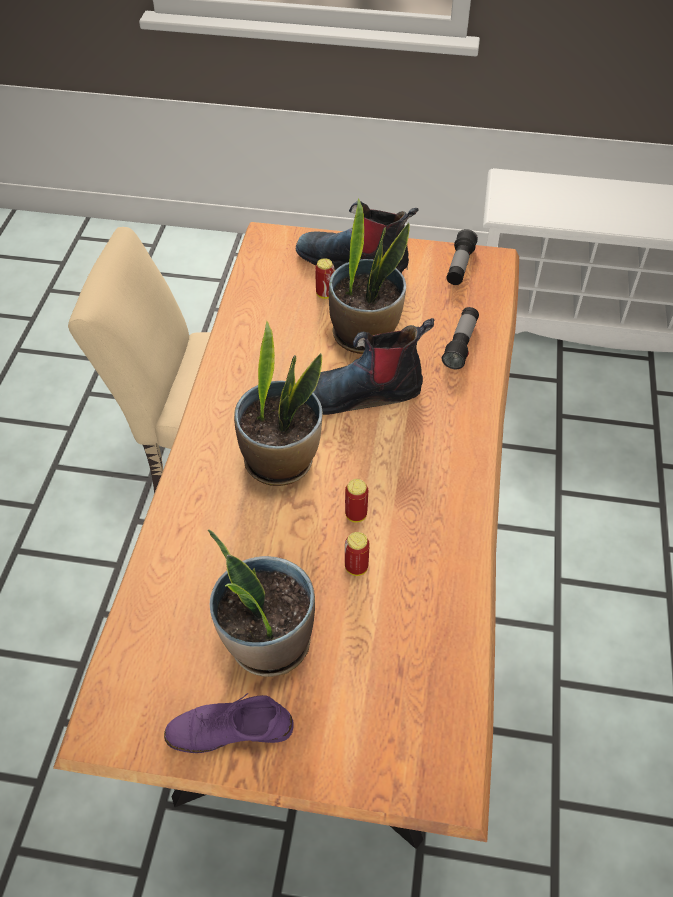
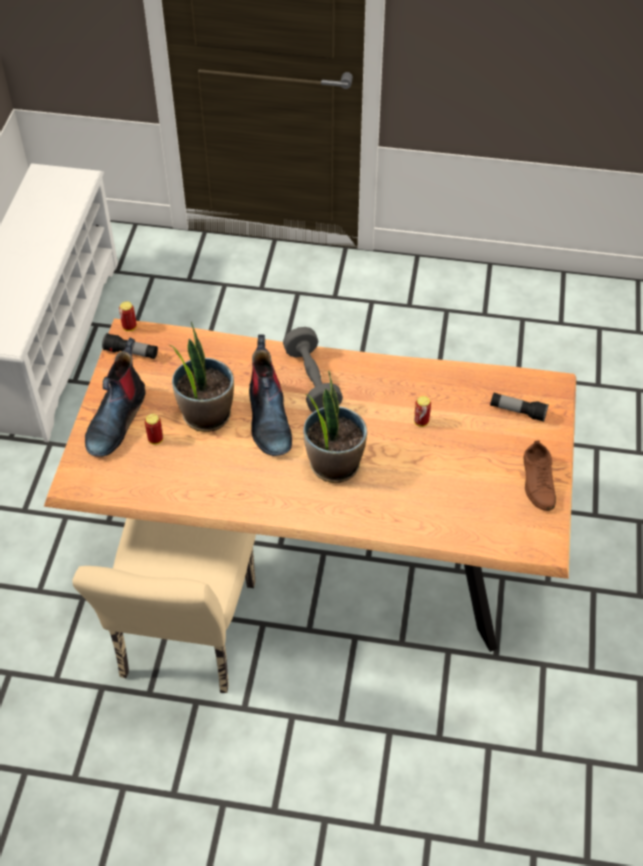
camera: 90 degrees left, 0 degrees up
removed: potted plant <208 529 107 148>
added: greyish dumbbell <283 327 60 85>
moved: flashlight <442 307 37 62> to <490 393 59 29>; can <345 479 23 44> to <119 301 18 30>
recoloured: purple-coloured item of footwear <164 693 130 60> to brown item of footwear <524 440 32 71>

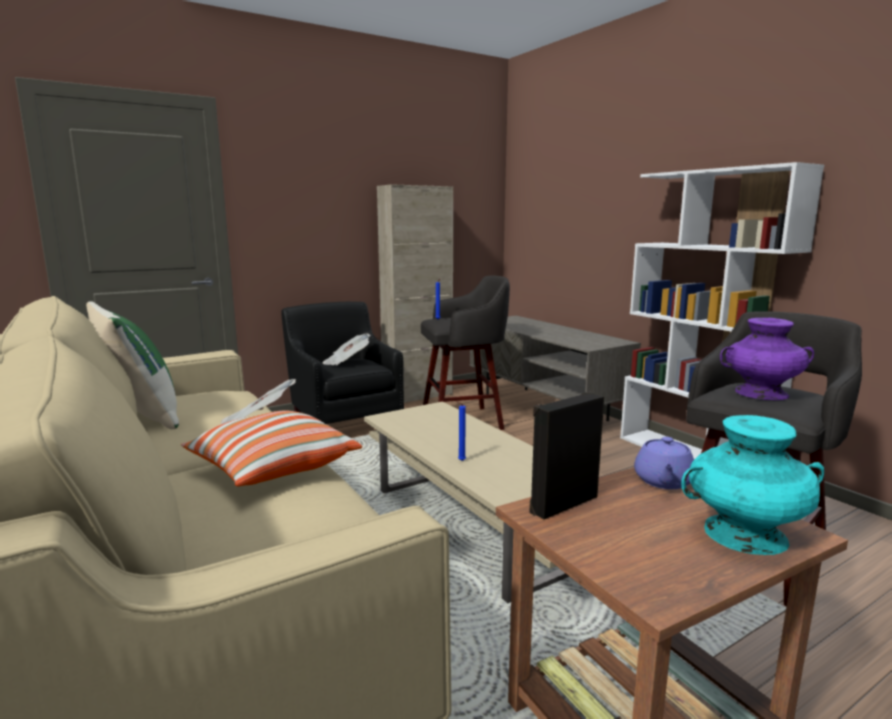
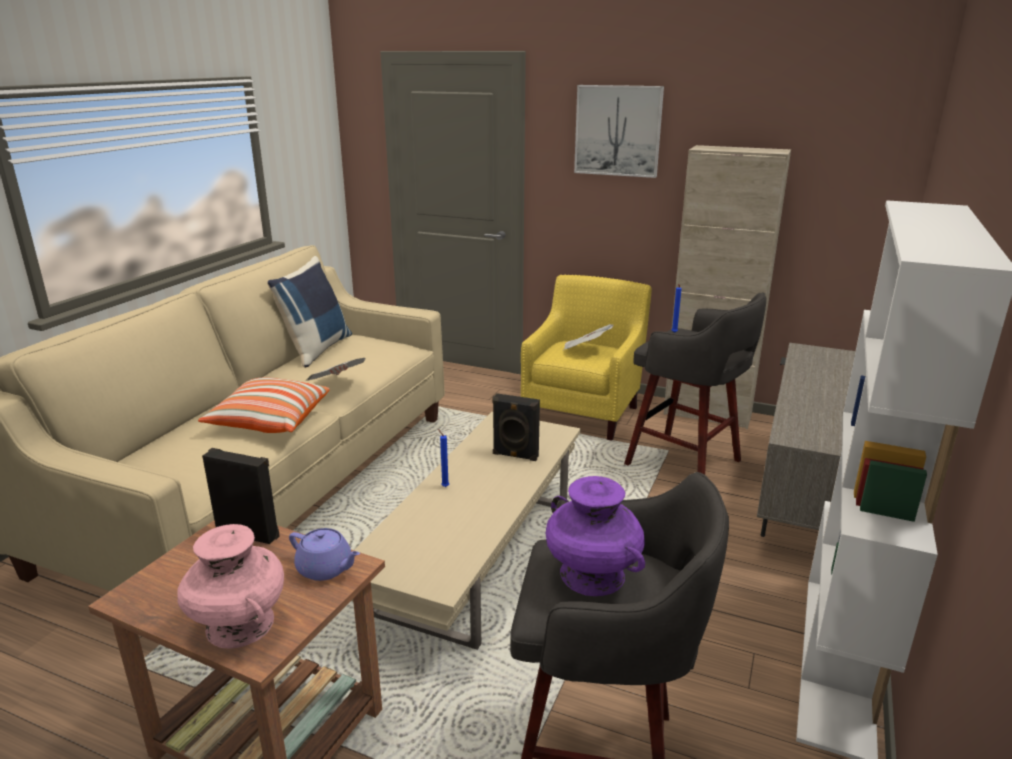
camera: 55 degrees right, 10 degrees up
added: picture <574 85 90 93>; black speaker <492 393 48 68>
recoloured: greenish pillow <86 301 93 128> to blue-coloured pillow <267 256 85 112>; black easy chair <281 302 123 122> to yellowish easy chair <521 275 131 166>; blue-green vase <681 415 143 140> to pink vase <177 524 107 125>
turned: purple-coloured teapot <634 437 60 52> = <289 528 71 53> 135 degrees counterclockwise

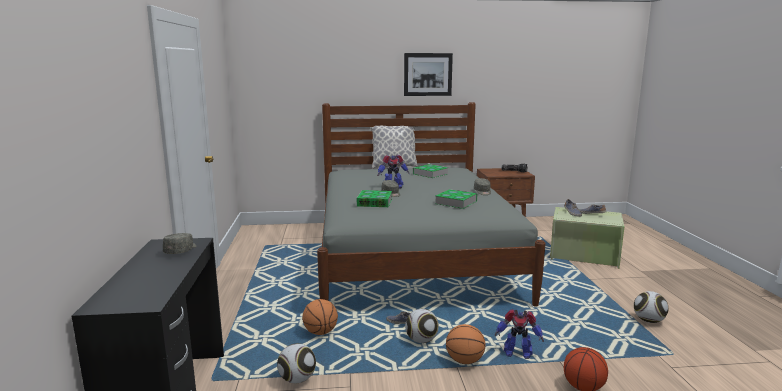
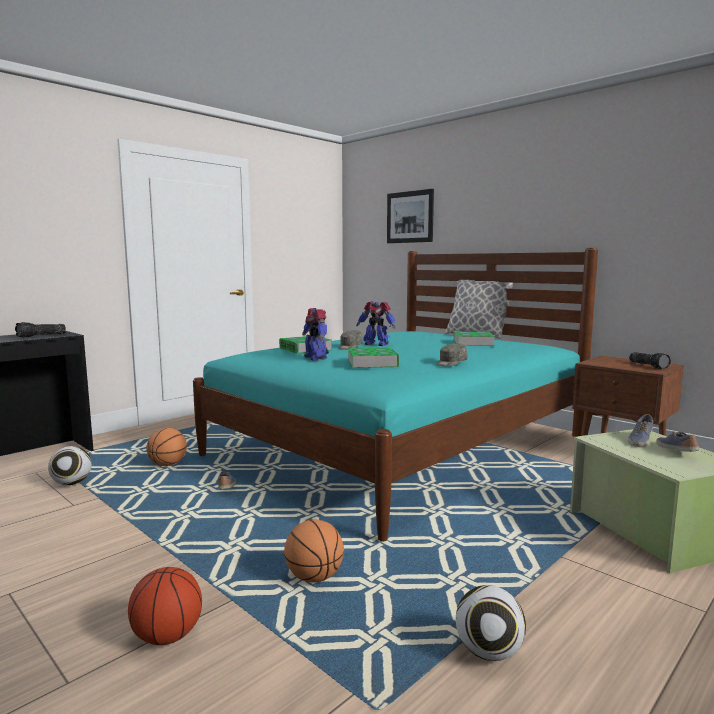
camera: 50 degrees right, 5 degrees down
removed: ball for football <405 309 34 34>
moved: picture <404 53 49 43> to <387 189 47 54>; robot figure <495 309 49 50> to <302 308 27 53>; basketball <446 324 39 40> to <284 520 60 62>
replaced: greyish peaked cap <163 233 33 21> to flashlight <15 322 51 16>
recoloured: greyish sleeping bed <317 102 229 205> to blue-green sleeping bed <193 248 405 294>

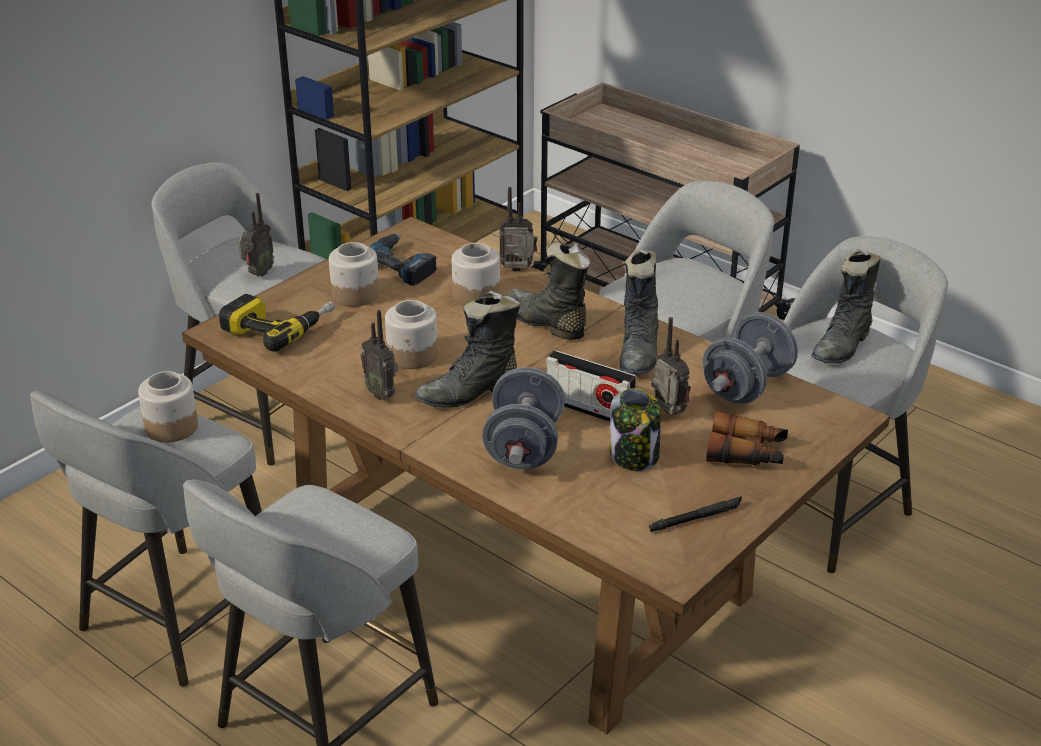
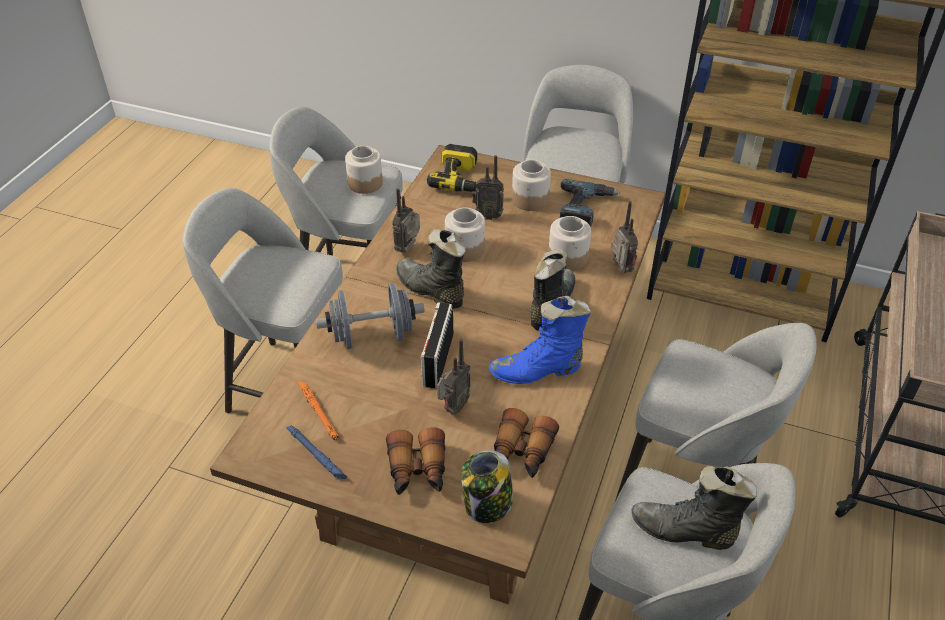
camera: 70 degrees right, 10 degrees up
added: orangey flashlight <298 382 41 58>
moved: radio <238 193 36 83> to <472 155 32 65>; jar <610 388 51 83> to <461 450 52 73>
replaced: greyish dumbbell <702 312 96 92> to binoculars <494 408 65 70>
recoloured: black tall boot <619 250 40 124> to blue-coloured tall boot <489 296 102 88>; black flashlight <649 496 93 36> to blue-coloured flashlight <287 425 60 54>

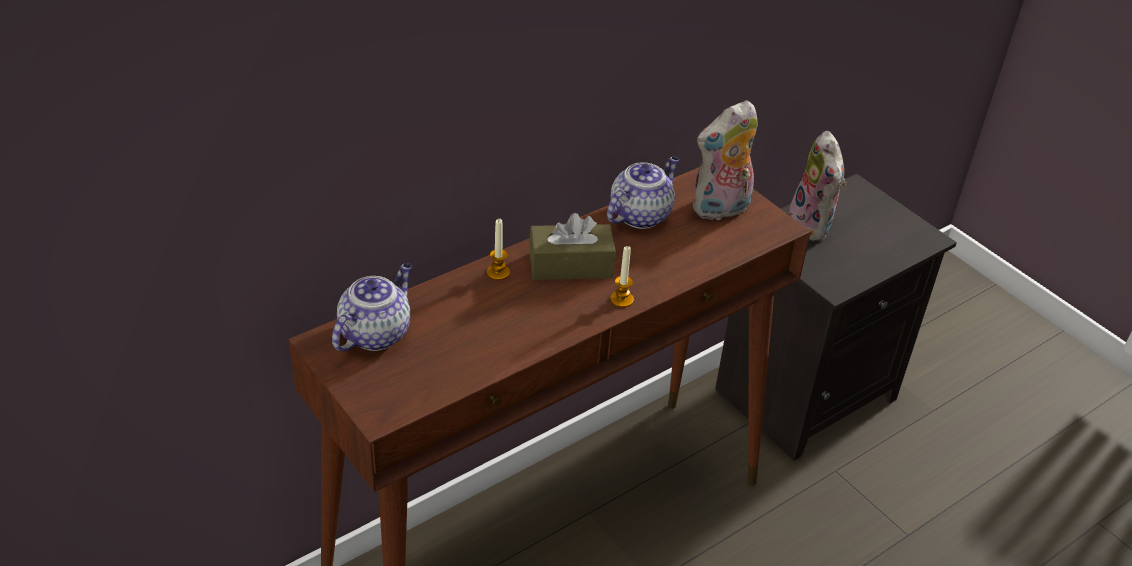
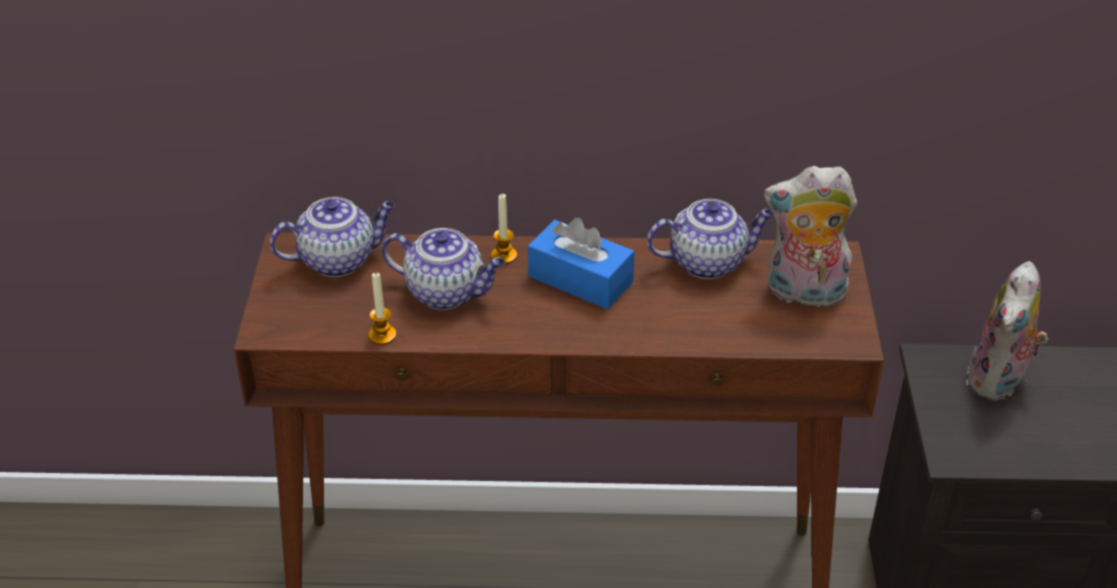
camera: 40 degrees right, 0 degrees up
added: teapot <382 228 123 82>
moved: wax candle <610 246 24 62> to <368 272 28 73>
recoloured: brown tissue holder <529 213 87 67> to blue-coloured tissue holder <528 218 107 91>

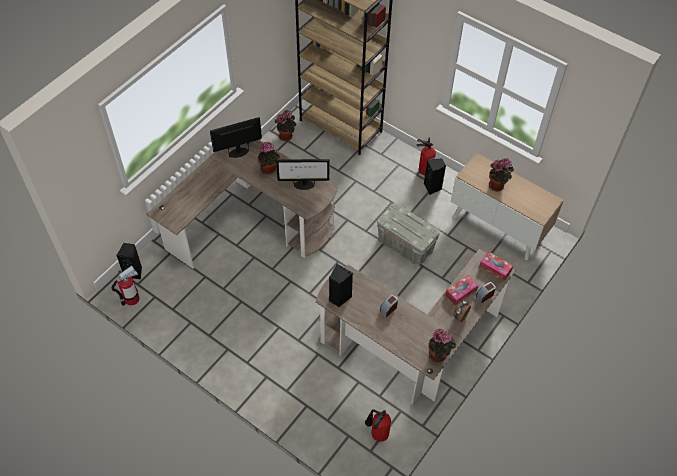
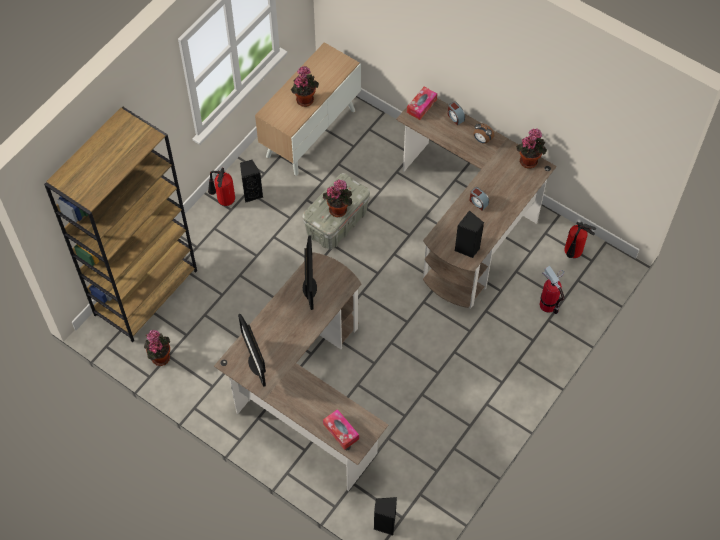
camera: 90 degrees left, 5 degrees up
moved: potted plant <258 142 22 33> to <323 180 29 37>; fire-fighting cylinder <111 266 28 40> to <539 266 26 48>; tissue holder <445 275 34 31> to <323 409 36 41>

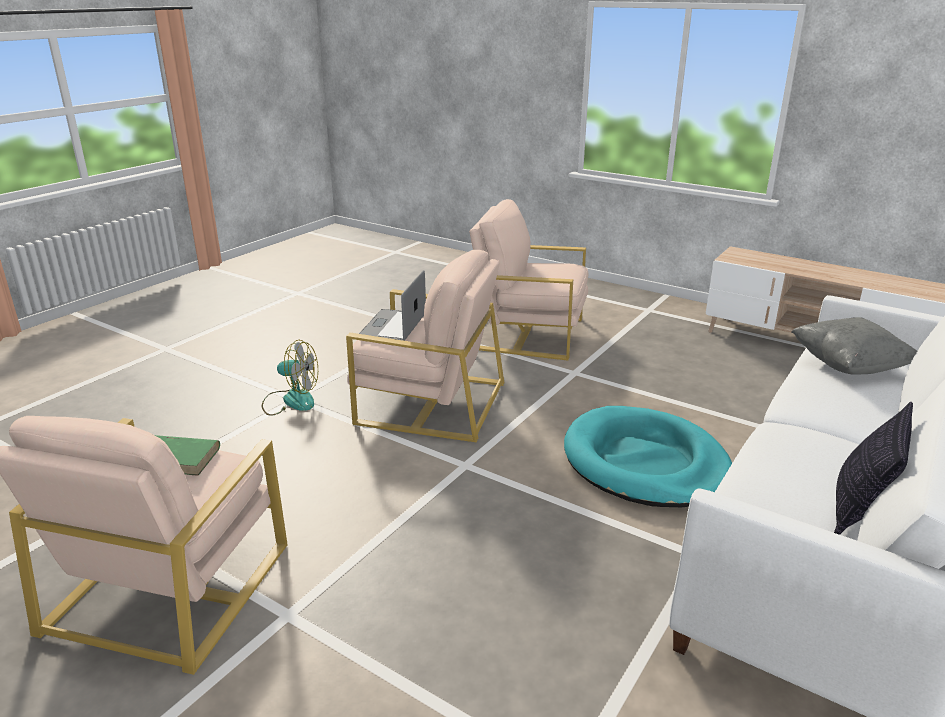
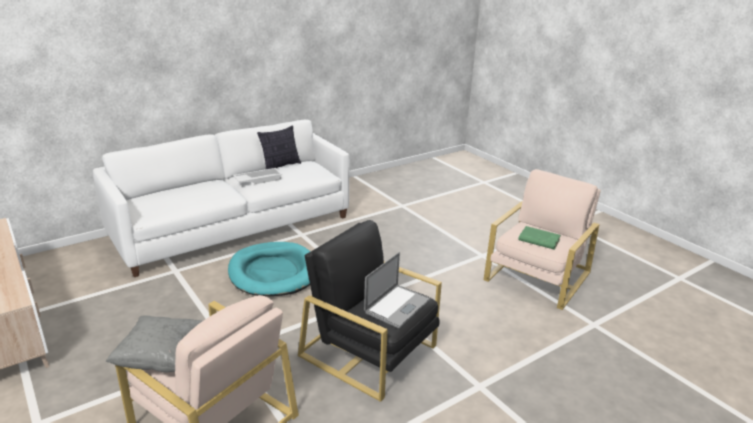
camera: 160 degrees left, 0 degrees up
removed: fan <262 340 56 76>
added: white-coloured serving tray <233 168 49 16>
moved: greyish pillow <791 317 126 58> to <106 316 98 56>
recoloured: beige-coloured easy chair <346 250 159 192> to black easy chair <298 220 144 182>

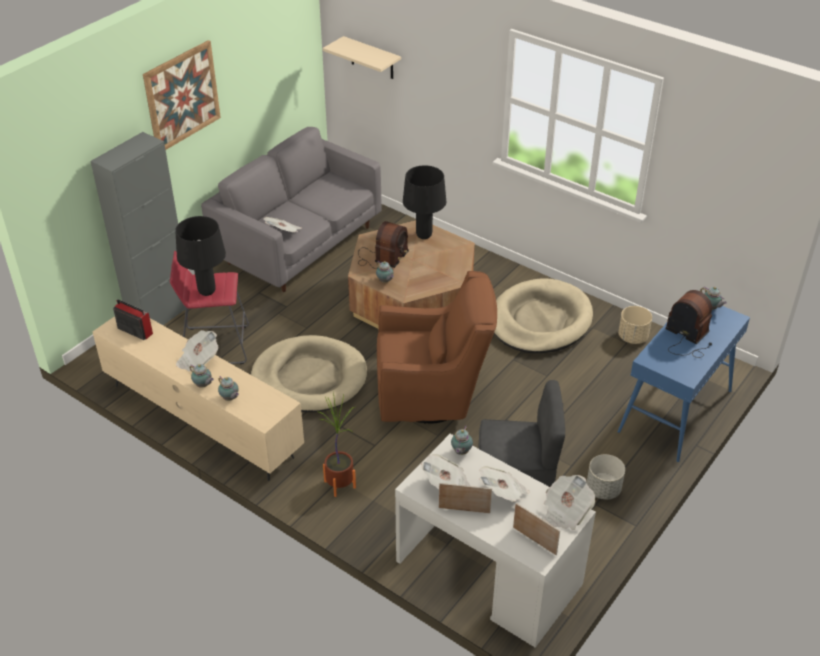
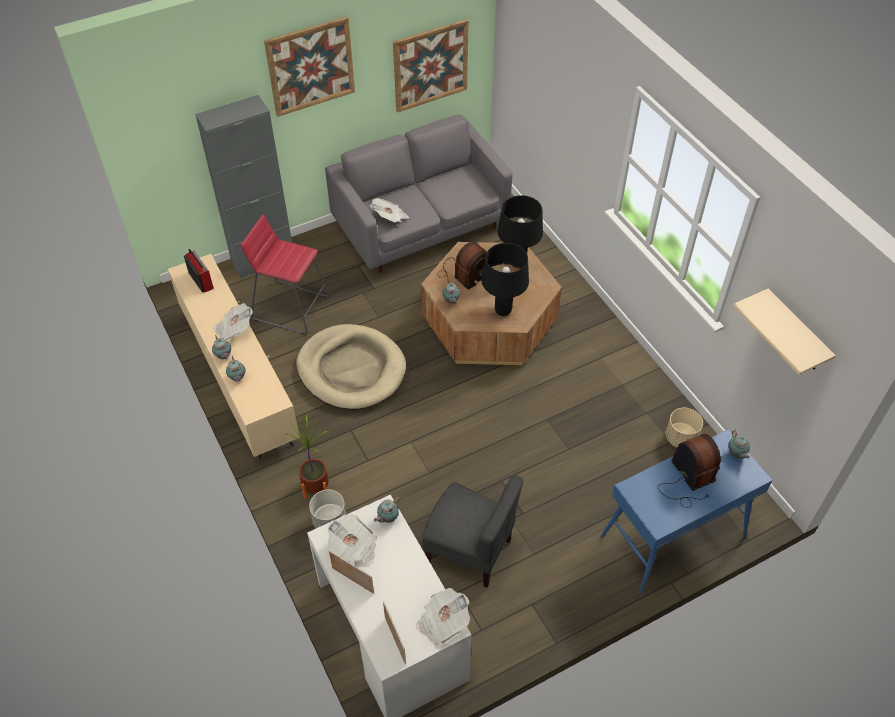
camera: 25 degrees right, 10 degrees up
removed: brown easy chair <377 271 120 153>; beige-coloured dog bed <494 278 99 75>; daily paper <479 466 51 36>
added: picture <393 19 76 93>
moved: beige-coloured bracket shelf <323 36 78 43> to <733 289 103 86>; black tabletop lamp <175 216 51 80> to <482 243 47 73>; greyish planter <587 454 38 46> to <309 490 37 38>

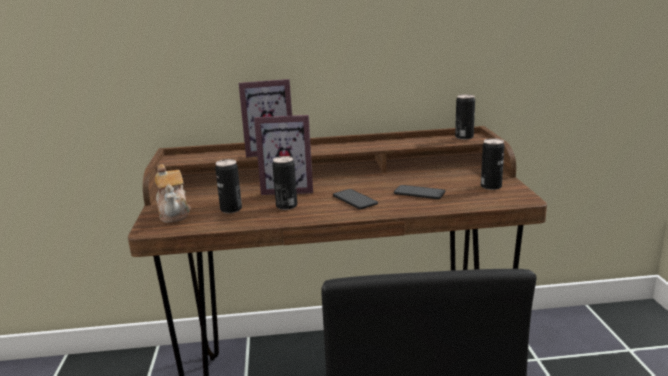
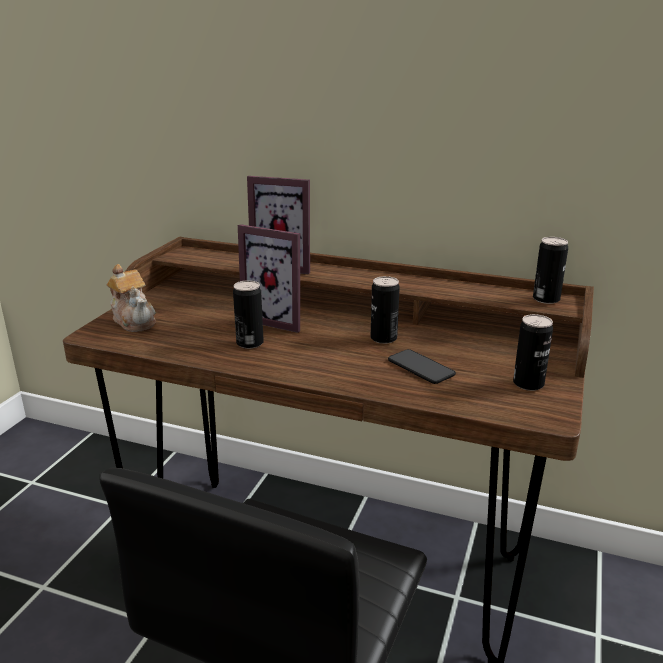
camera: 25 degrees right, 5 degrees up
removed: telephone <333 189 45 20>
moved: can <215 159 27 54> to <371 276 29 68>
turned: teapot <155 164 36 59> = <107 264 49 68> 45 degrees counterclockwise

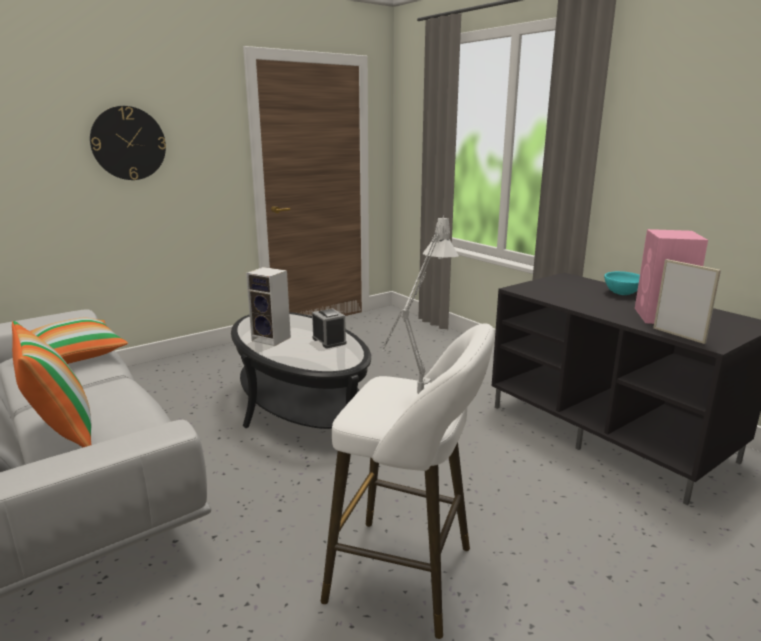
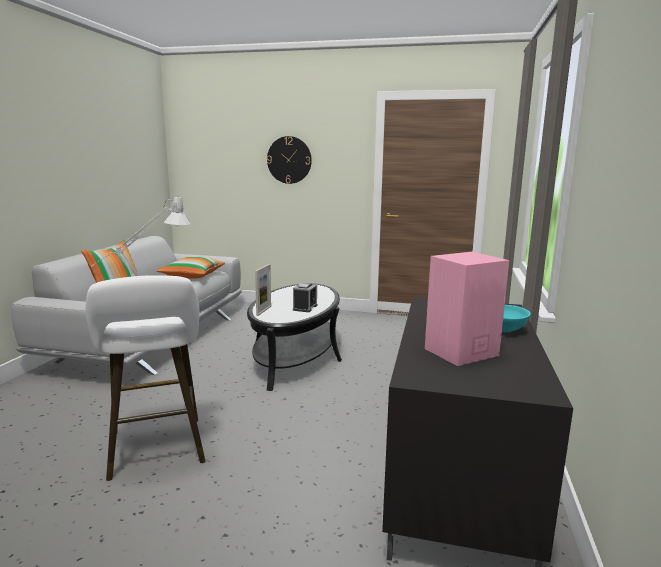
camera: 50 degrees right, 5 degrees down
removed: speaker <246 267 45 79>
moved: standing frame <653 259 68 85> to <255 264 16 52>

